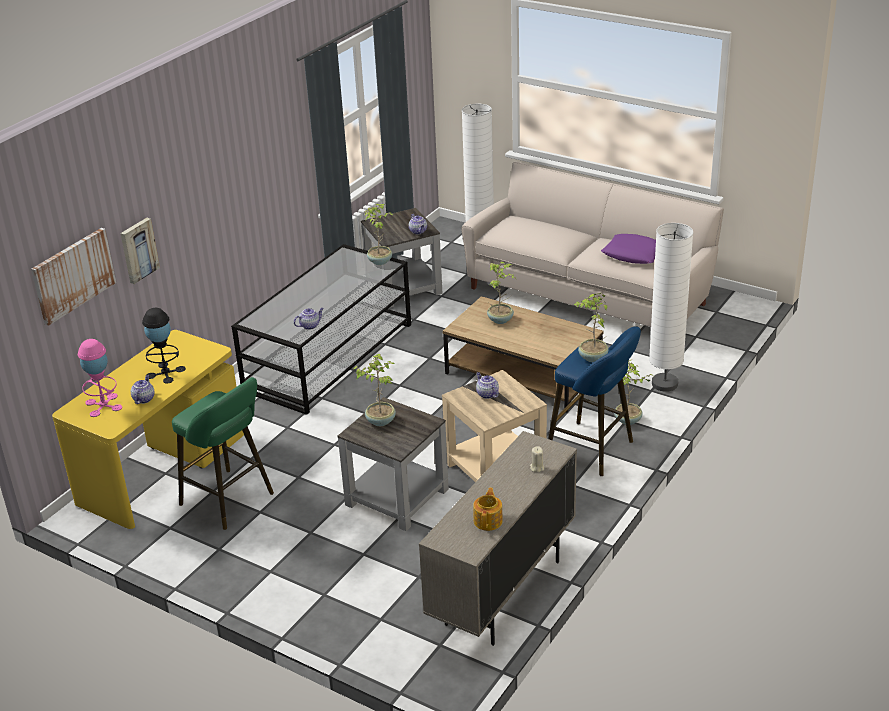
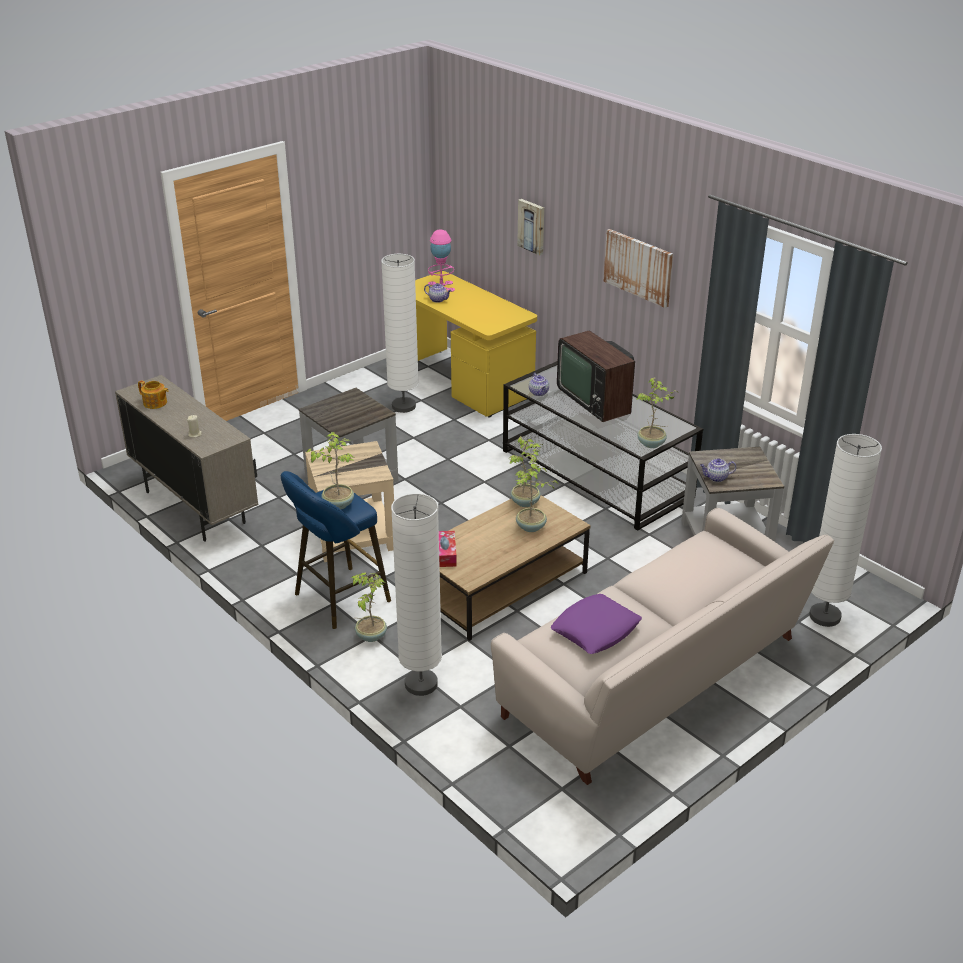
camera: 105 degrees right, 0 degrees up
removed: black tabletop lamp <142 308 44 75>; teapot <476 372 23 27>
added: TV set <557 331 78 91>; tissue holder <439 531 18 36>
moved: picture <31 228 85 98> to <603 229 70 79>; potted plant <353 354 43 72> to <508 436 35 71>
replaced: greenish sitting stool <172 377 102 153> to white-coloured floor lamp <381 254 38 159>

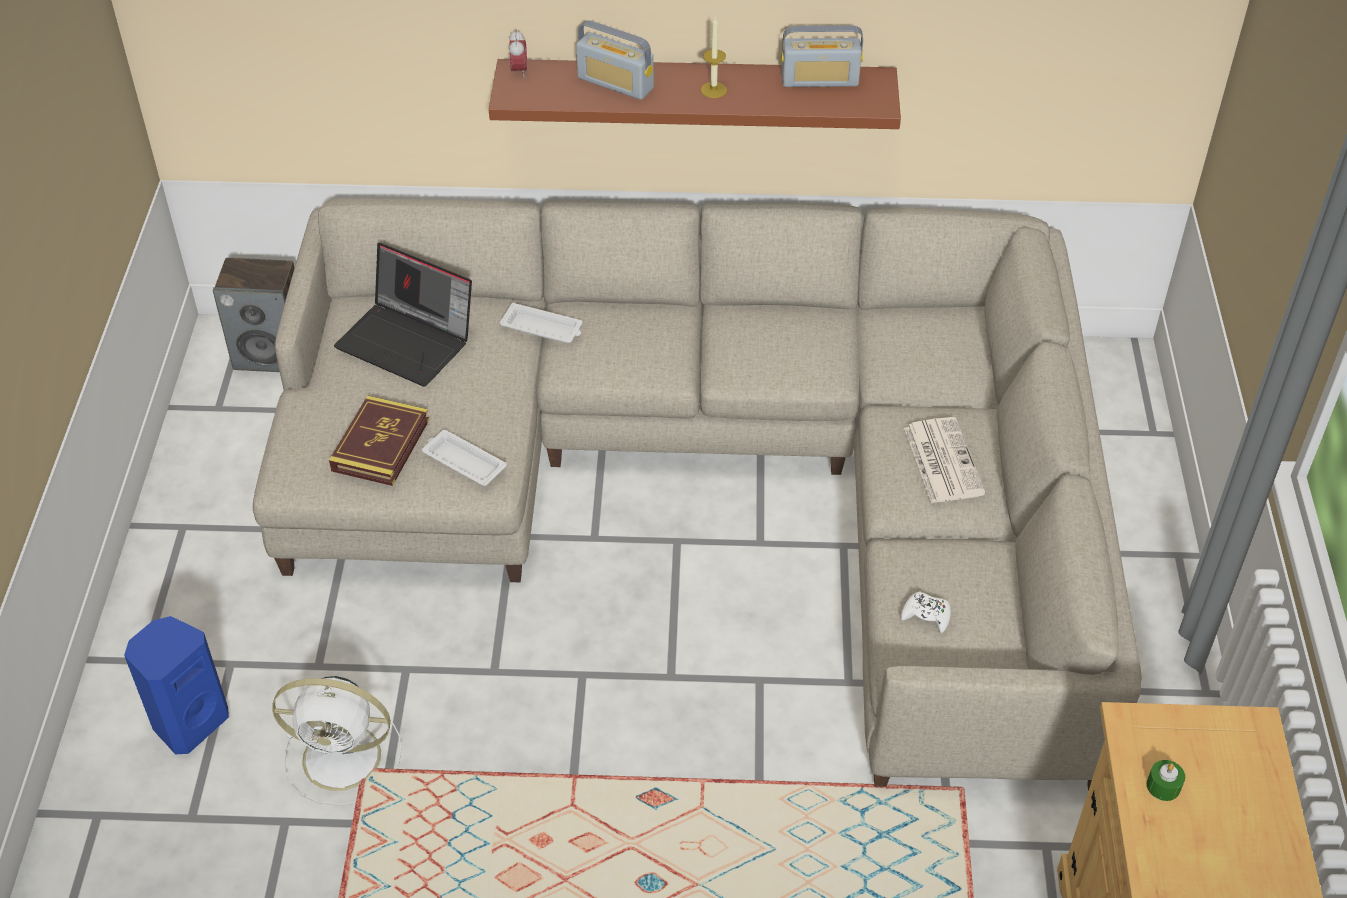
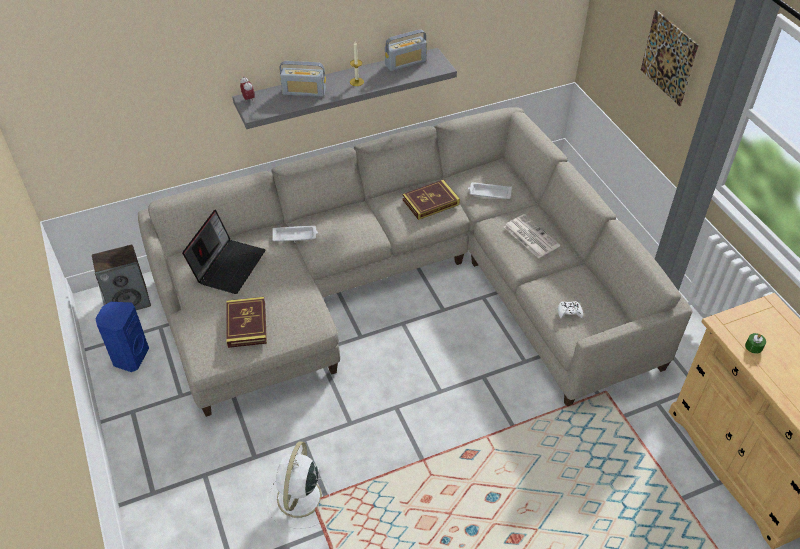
camera: 25 degrees left, 0 degrees up
added: picture <641 10 58 96>; volume <402 180 58 40>
moved: white-coloured serving tray <422 430 85 56> to <468 182 44 17>; blue-coloured speaker <124 616 105 138> to <95 302 54 70>
recoloured: brown bracket shelf <489 59 412 70> to greyish bracket shelf <233 48 224 81>
turned: laptop <334 243 138 144> = <182 210 84 84> 75 degrees counterclockwise; white-coloured fan <272 676 129 130> = <267 441 63 88> 120 degrees clockwise

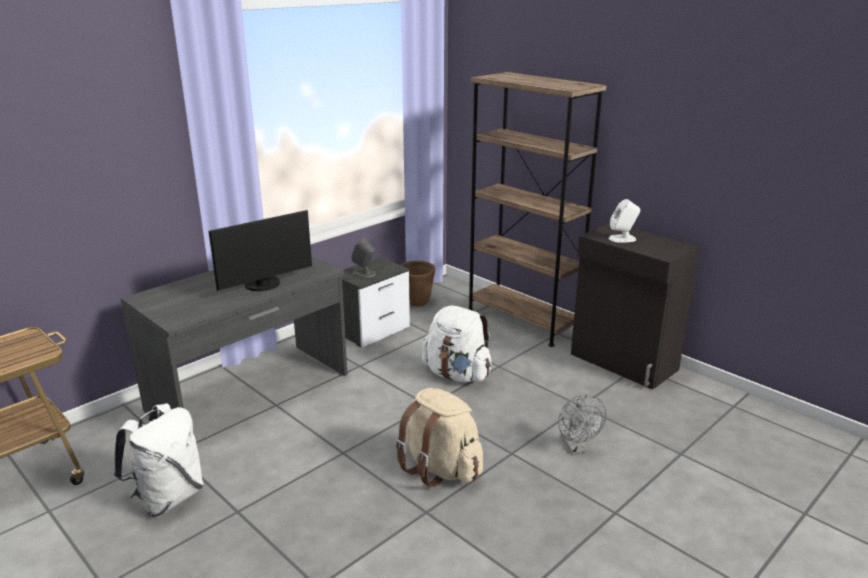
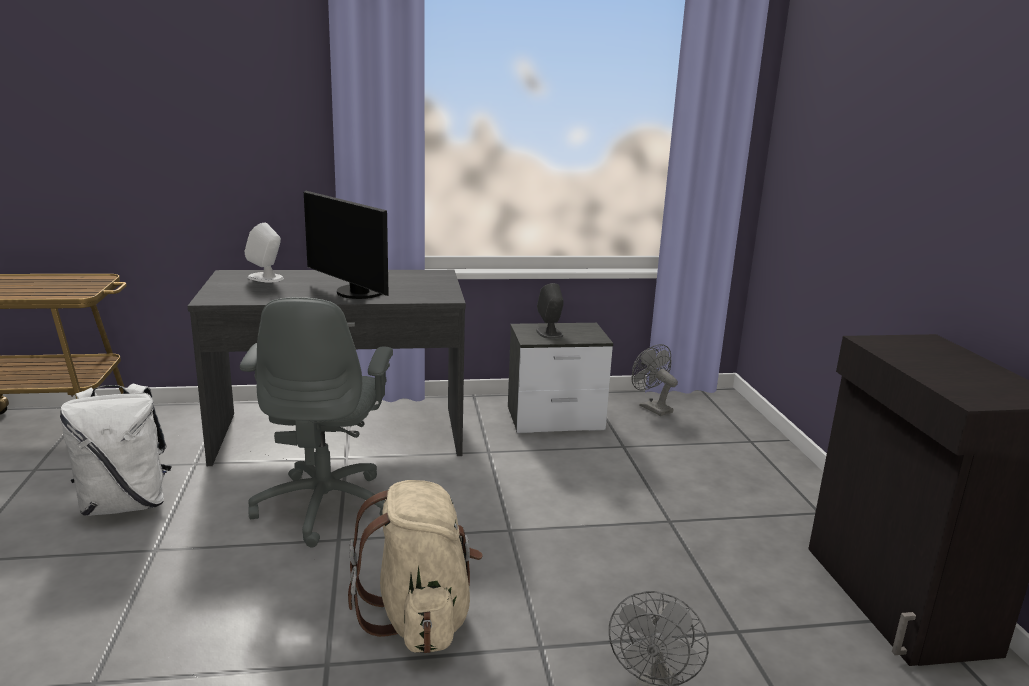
camera: 35 degrees right, 5 degrees down
removed: brown bookshelf <469 72 138 275>; white-coloured knapsack <422 306 69 76>
added: greyish computer chair <240 297 153 250>
moved: white-coloured speaker <609 199 31 43> to <244 223 40 60>
replaced: brown planter <401 261 34 45> to greyish fan <632 344 46 72>
turned: computer screen <209 210 103 81> = <304 190 85 109> 45 degrees clockwise

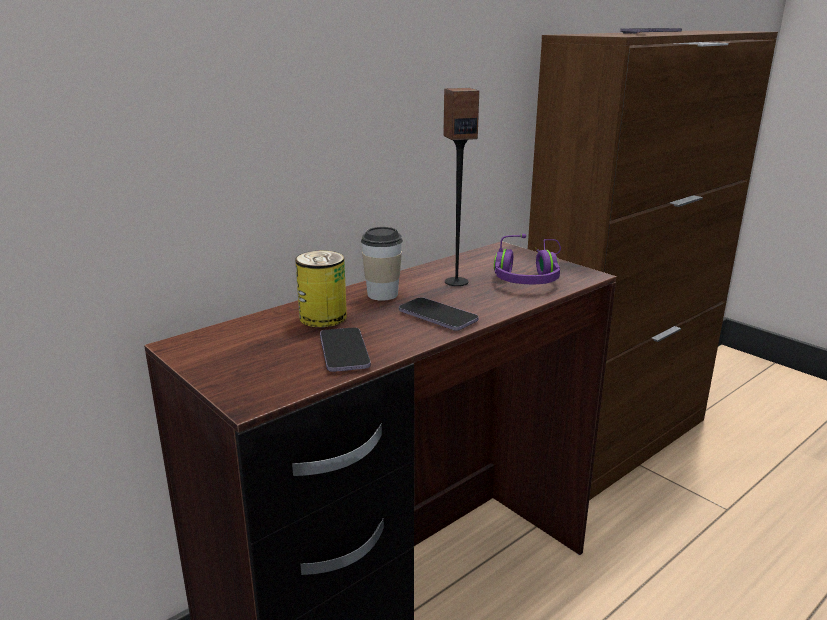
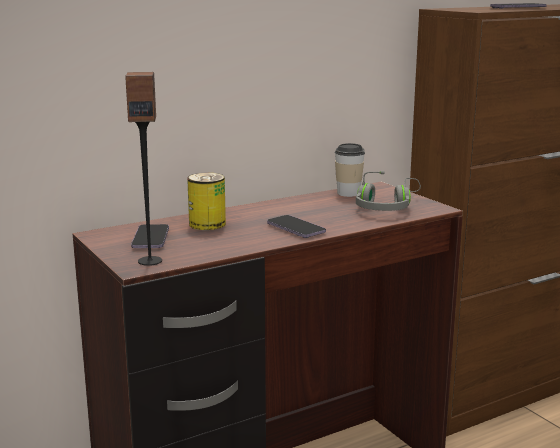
camera: 10 degrees right, 5 degrees down
moved: speaker <443 88 36 198> to <125 72 37 194>; cup <361 227 42 74> to <334 143 31 54>; telephone <320 327 51 45> to <131 224 38 24>
recoloured: purple-coloured headphones <494 234 67 50> to greyish headphones <356 171 65 40>

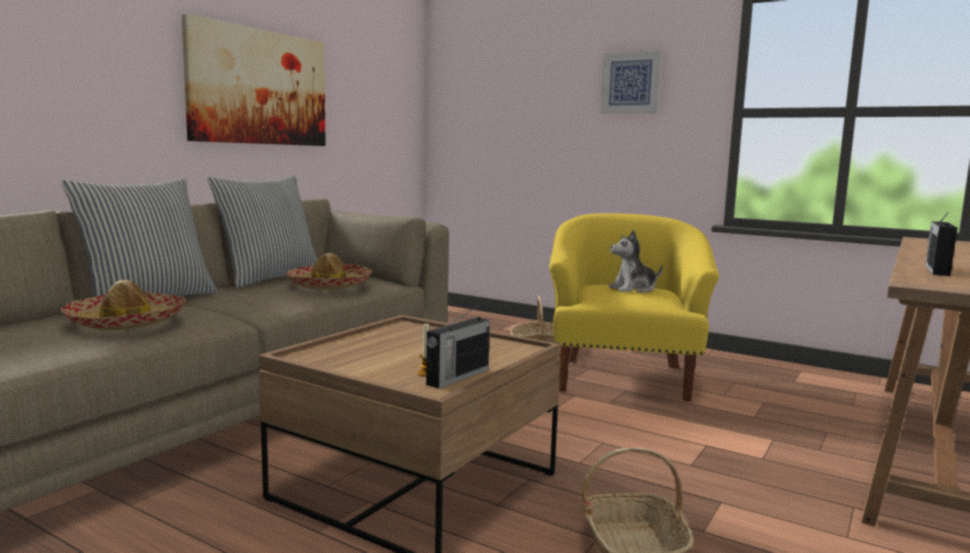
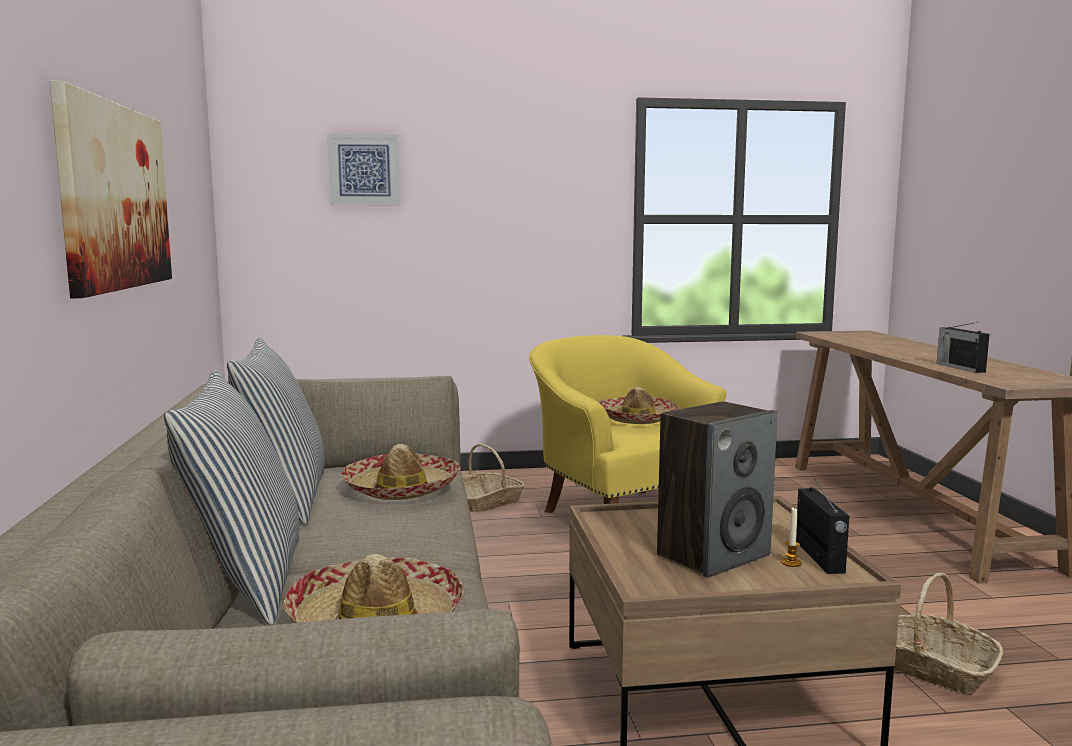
camera: 40 degrees left, 0 degrees up
added: speaker <657 401 120 177>
moved: picture <600 50 62 63> to <327 134 73 71>
replaced: plush toy <609 230 54 63> to wearable hat <599 387 81 37>

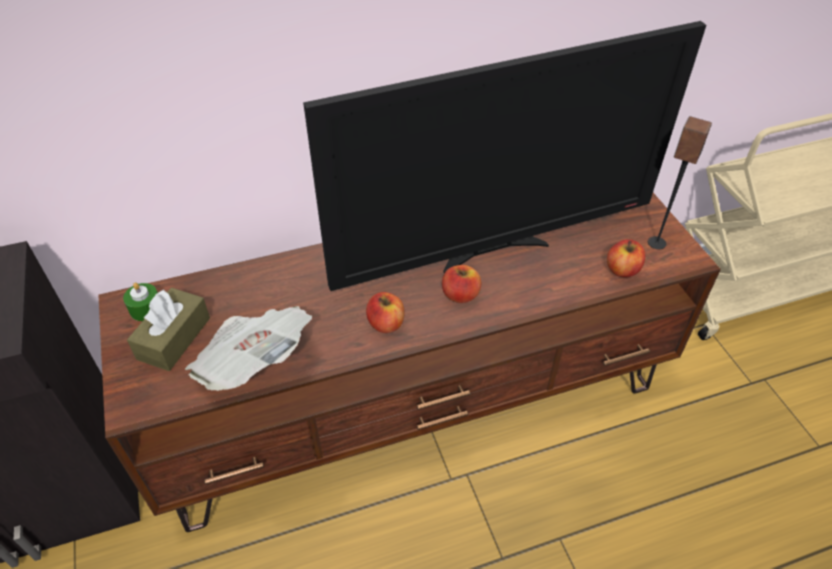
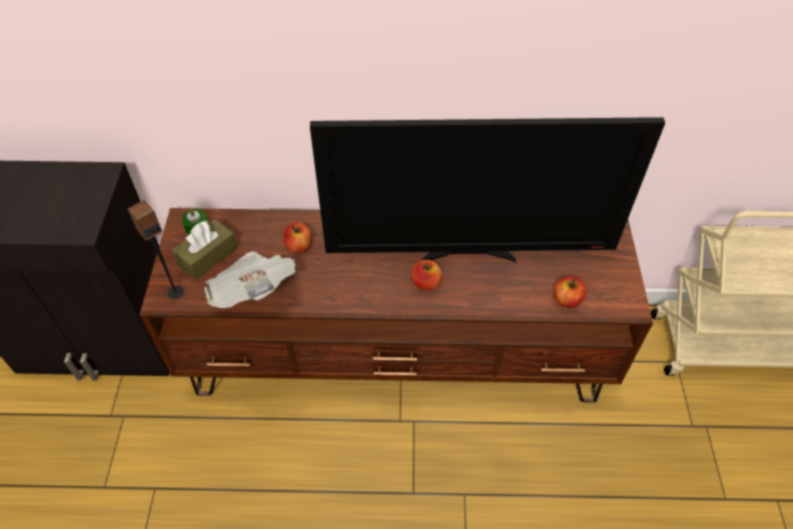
camera: 20 degrees right, 5 degrees up
moved: speaker <648 116 64 133> to <128 200 56 99>; apple fruit <366 292 39 41> to <283 222 29 31>

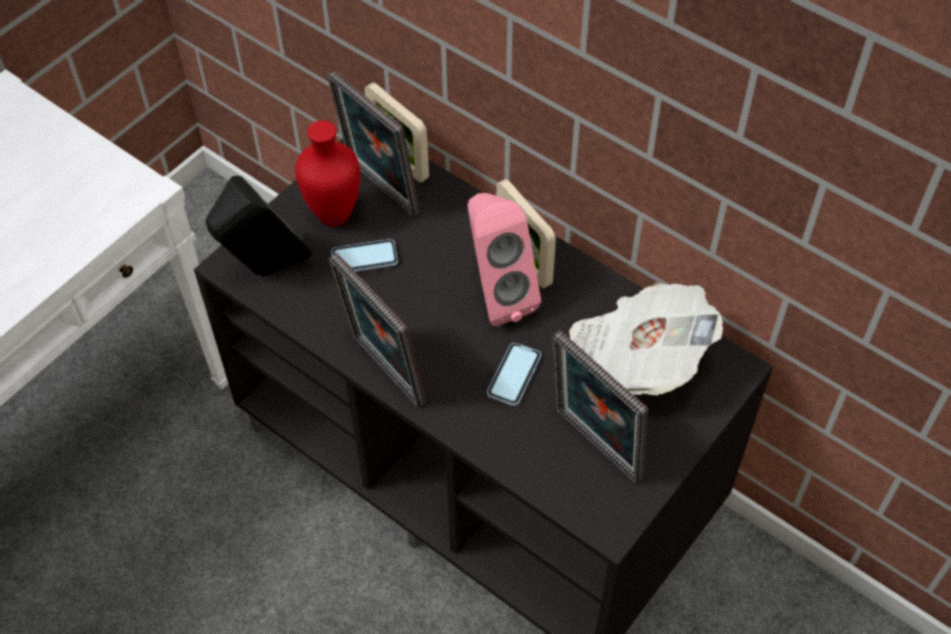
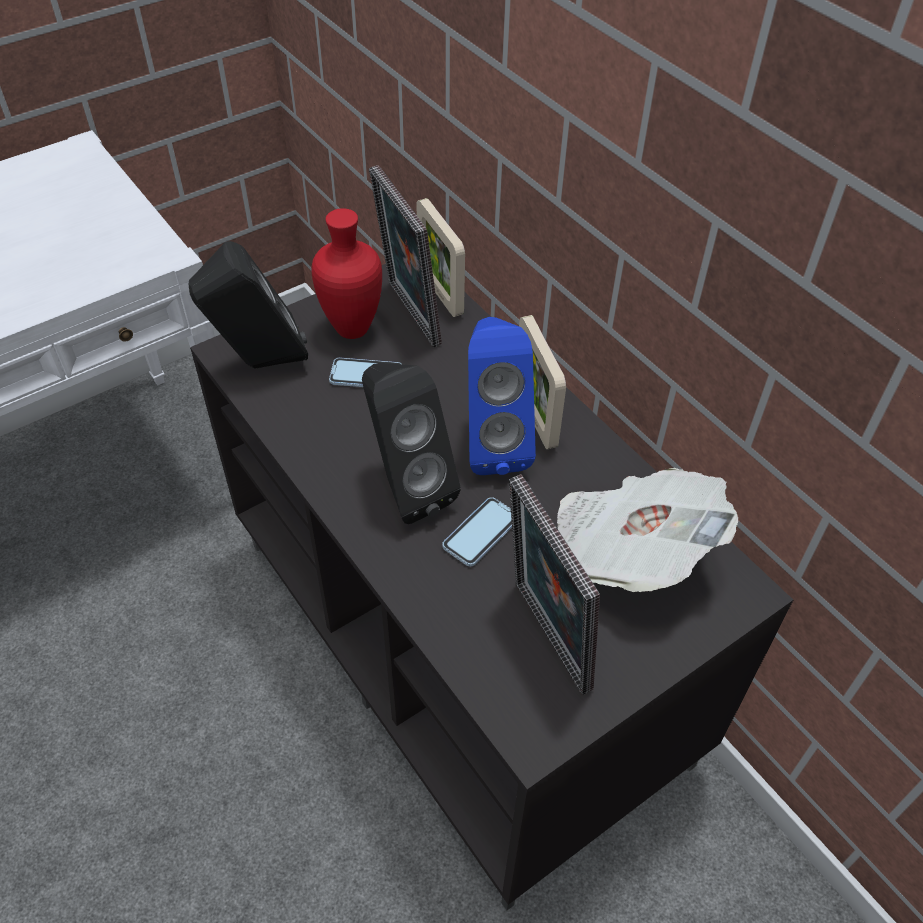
camera: 15 degrees right, 5 degrees down
removed: standing frame <328 252 98 156>
added: black speaker <362 363 99 161>
recoloured: pink speaker <467 193 74 133> to blue-coloured speaker <468 317 68 158>

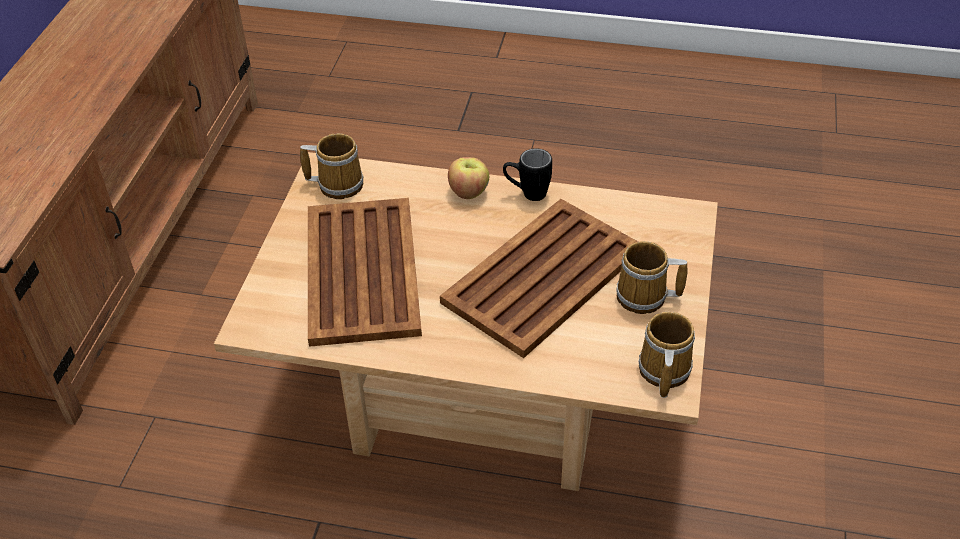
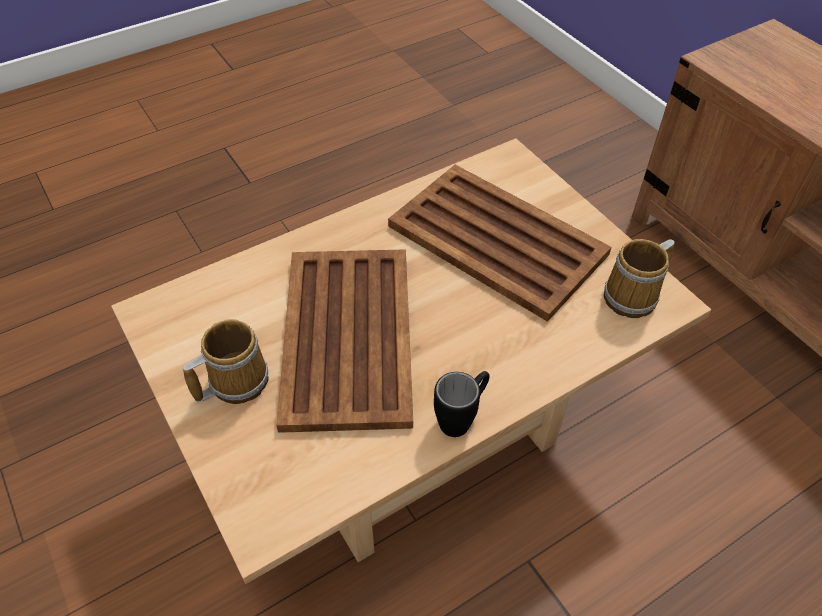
camera: 135 degrees right, 5 degrees up
removed: apple fruit <448 157 41 42>; coffee mug <638 312 57 86>

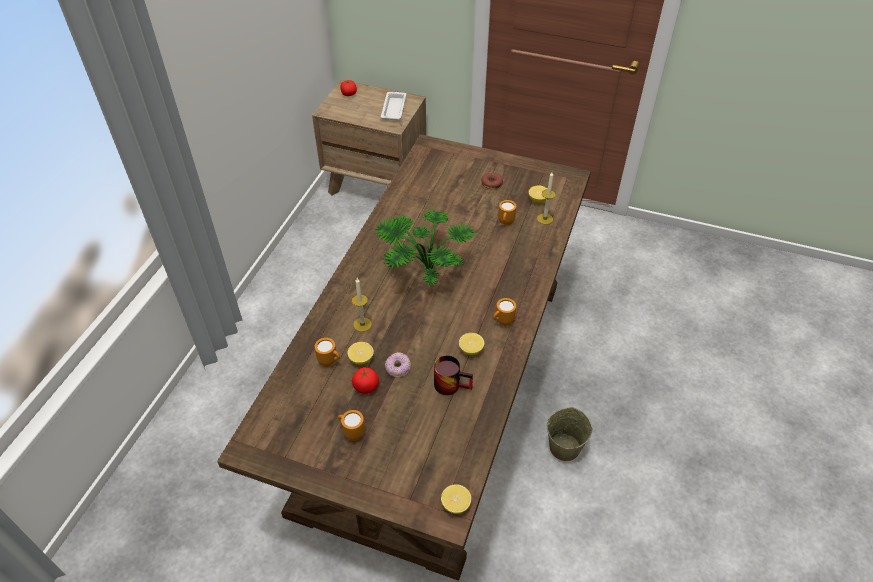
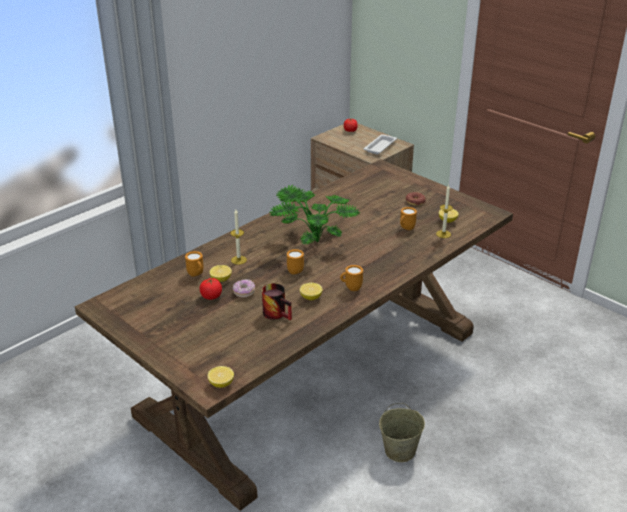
camera: 25 degrees right, 15 degrees down
moved: orangey coffee mug <338 410 27 31> to <287 249 17 26>

